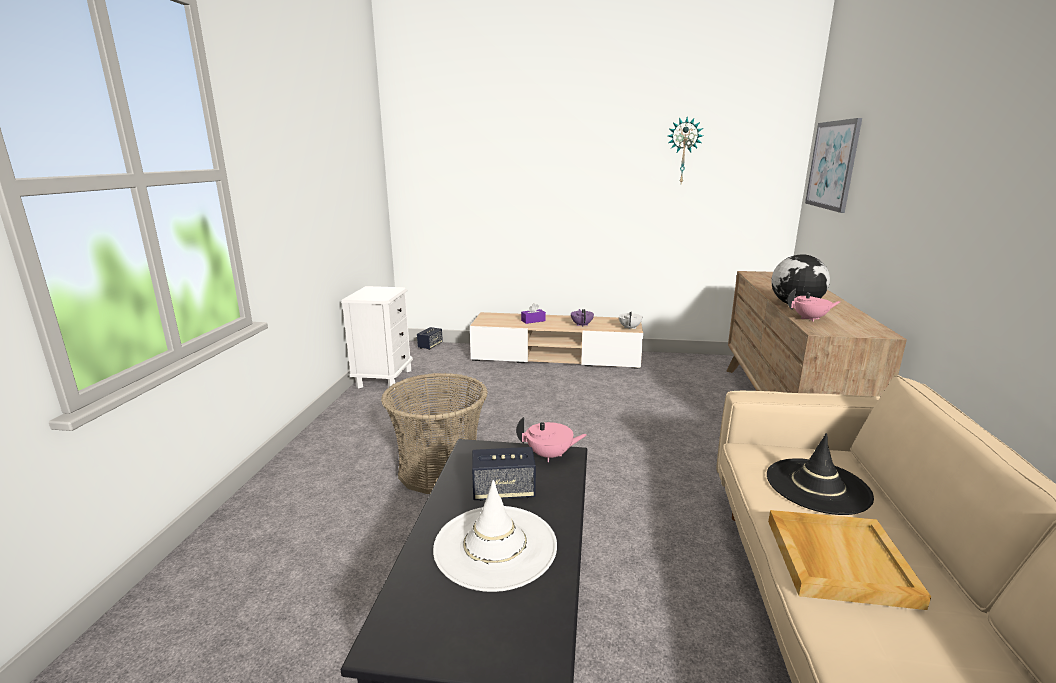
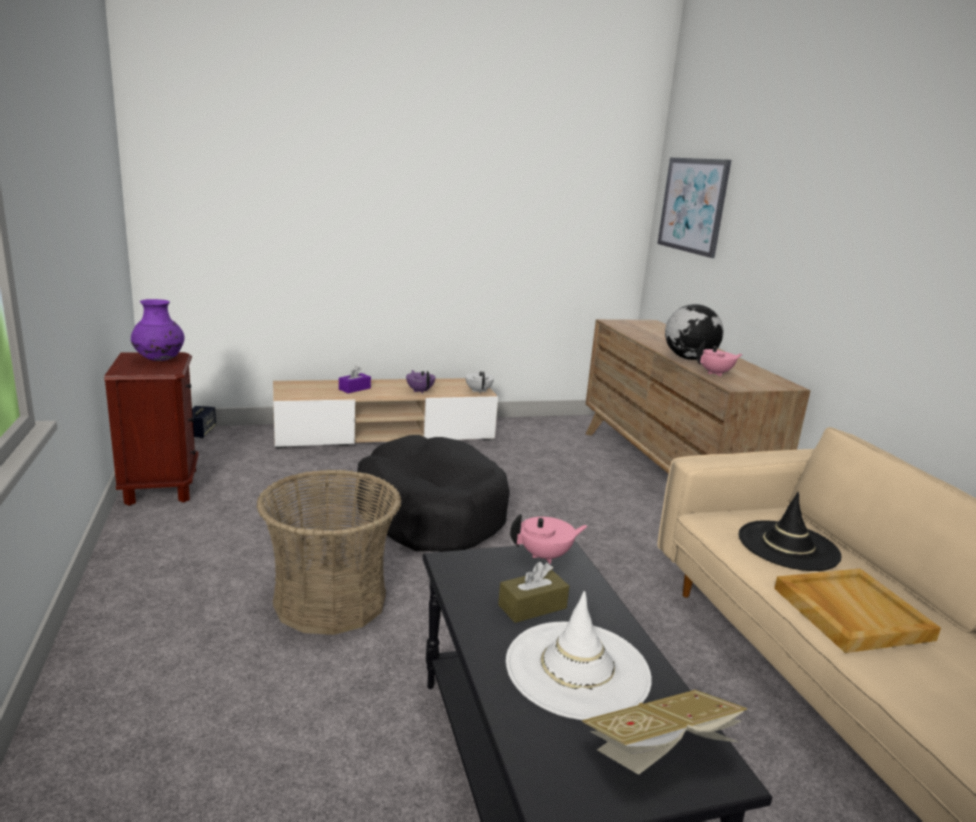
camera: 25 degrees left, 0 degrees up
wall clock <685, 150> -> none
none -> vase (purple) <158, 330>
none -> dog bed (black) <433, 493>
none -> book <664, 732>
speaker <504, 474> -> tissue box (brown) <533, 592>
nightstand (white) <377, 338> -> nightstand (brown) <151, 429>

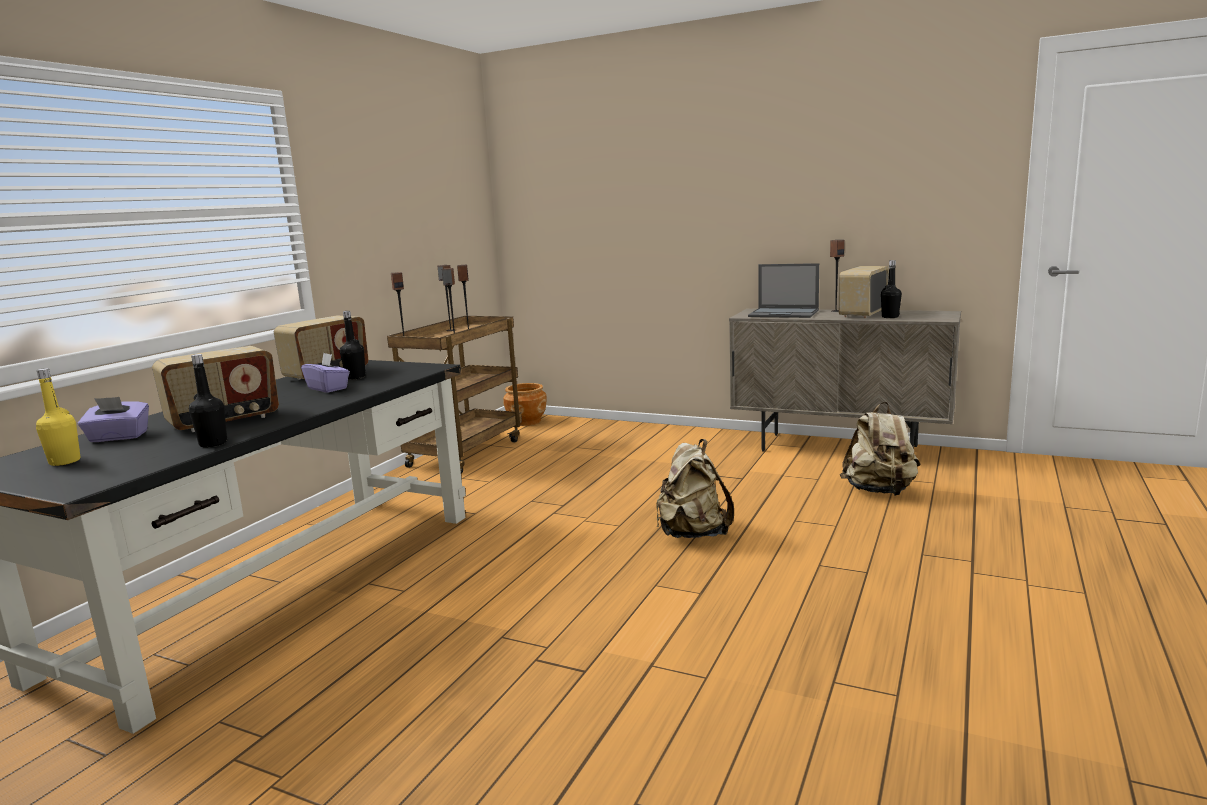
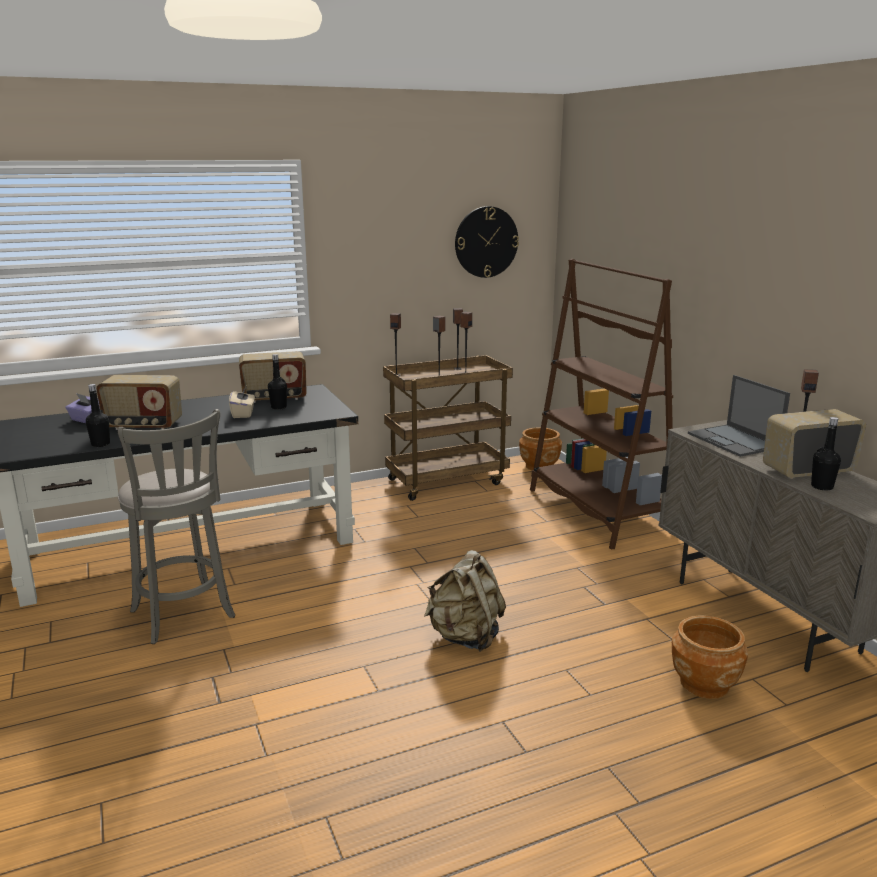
camera: 40 degrees right, 5 degrees up
bottle (yellow) <58, 417> -> none
none -> stool (grey) <176, 526>
none -> wall clock <487, 242>
none -> bookcase (brown) <601, 404>
backpack (beige) <880, 449> -> planter (brown) <710, 657>
tissue box (purple) <325, 373> -> tissue box (beige) <242, 402>

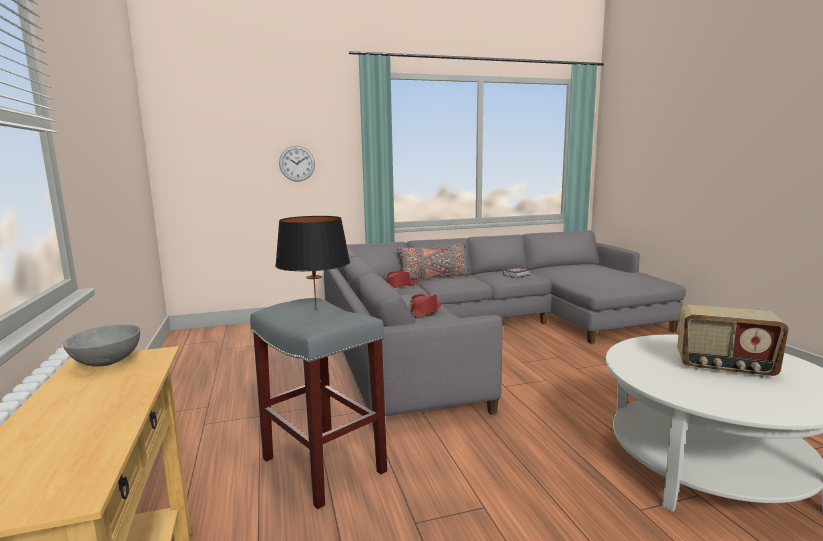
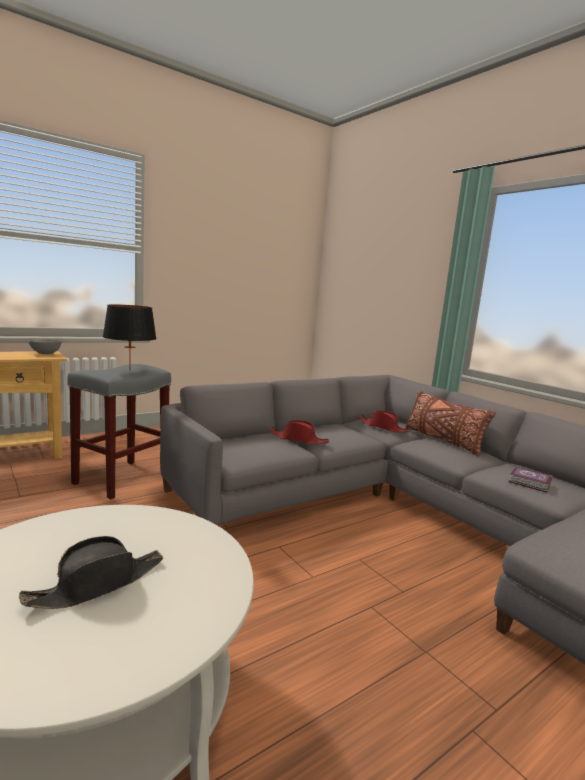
camera: 70 degrees right, 0 degrees up
wall clock <297, 164> -> none
radio <733, 341> -> hat (black) <91, 572>
pillow (grey) <433, 261> -> pillow (brown) <450, 424>

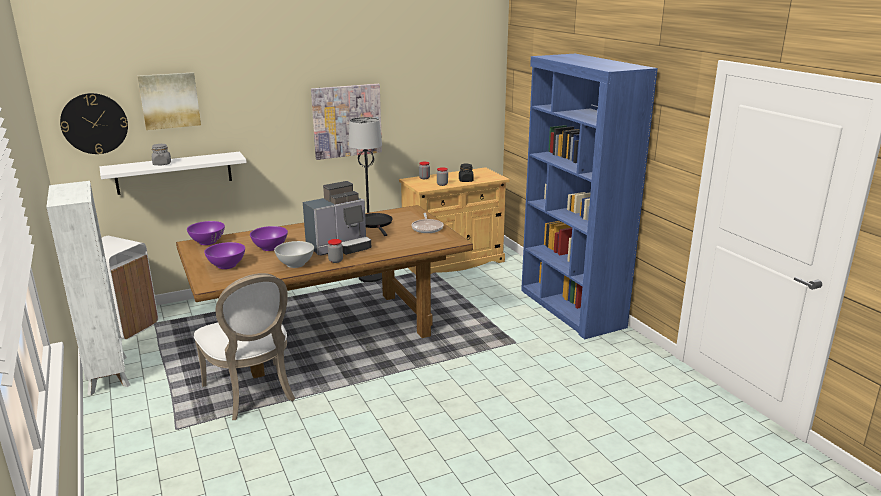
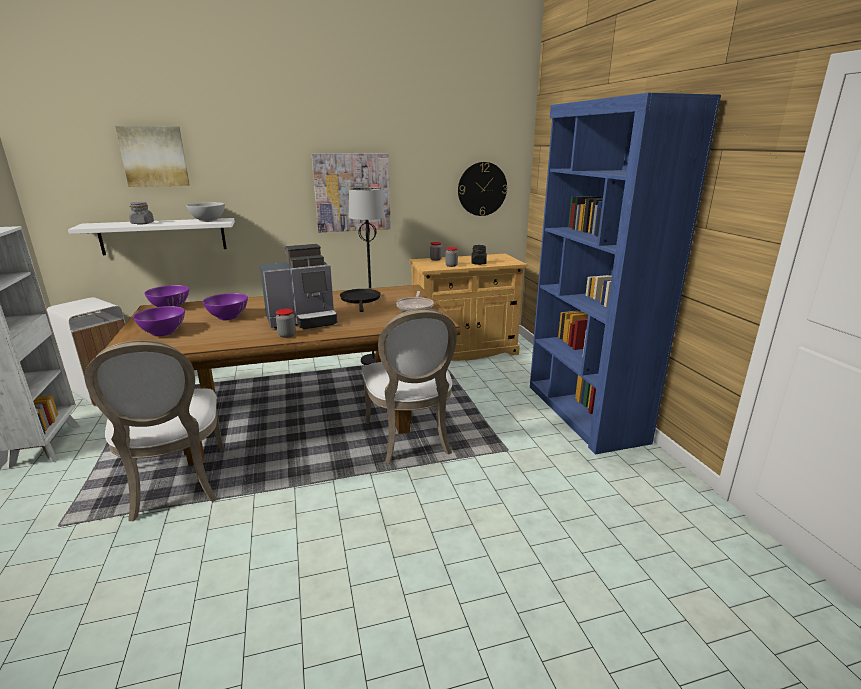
camera: 10 degrees right, 0 degrees up
none -> chair (white) <409, 385>
wall clock <94, 123> -> wall clock <482, 189>, relocated
bowl (white) <294, 254> -> bowl (white) <205, 212>, relocated

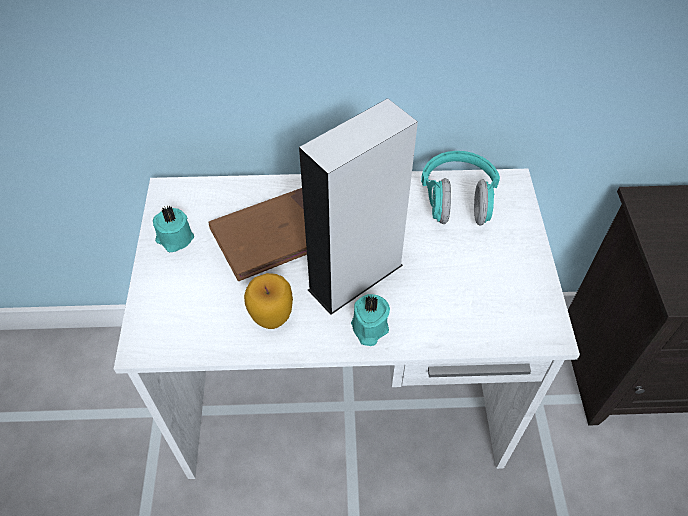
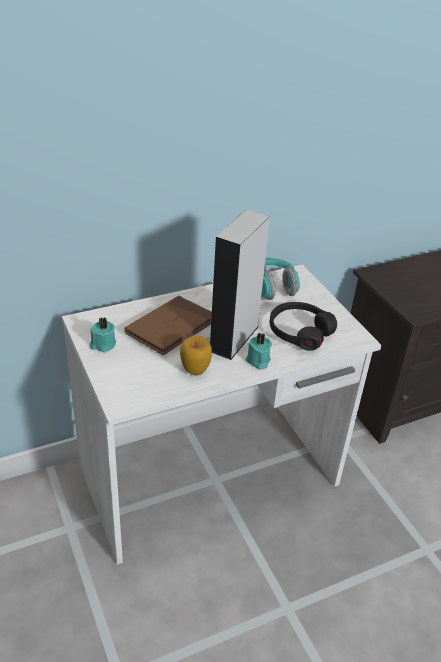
camera: 25 degrees left, 15 degrees down
none -> headphones (black) <303, 326>

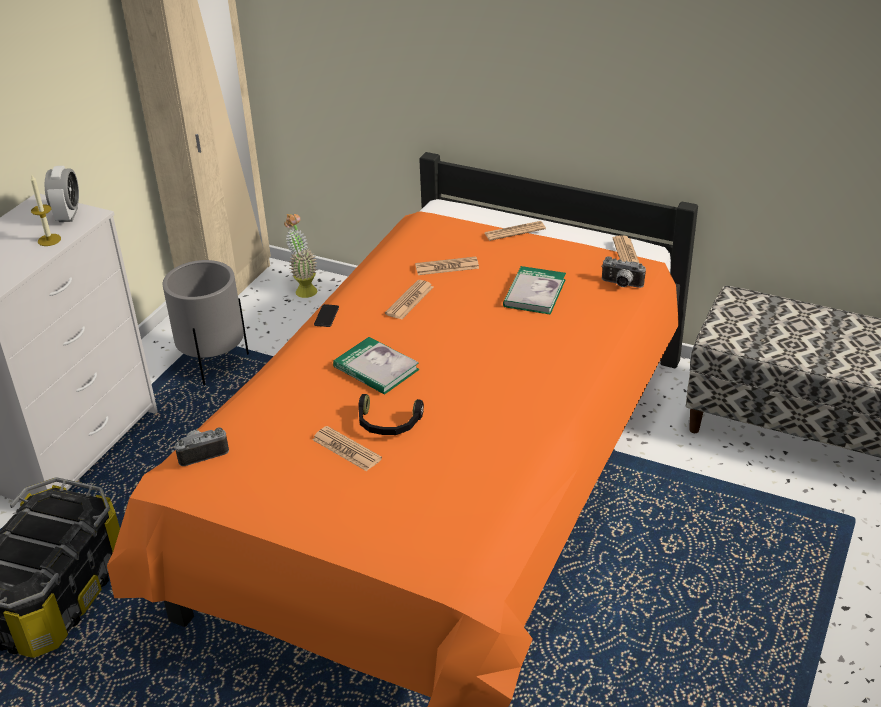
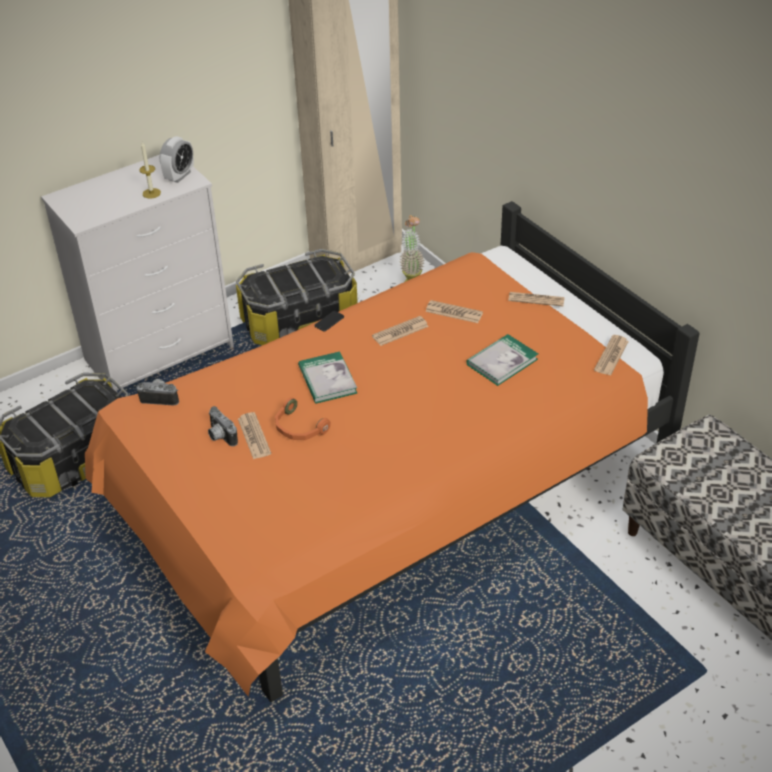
camera: 30 degrees right, 5 degrees up
photo camera <624, 272> -> photo camera <223, 426>, relocated
planter (grey) <206, 322> -> storage box <297, 297>
headphones (black) <391, 414> -> headphones (orange) <303, 418>

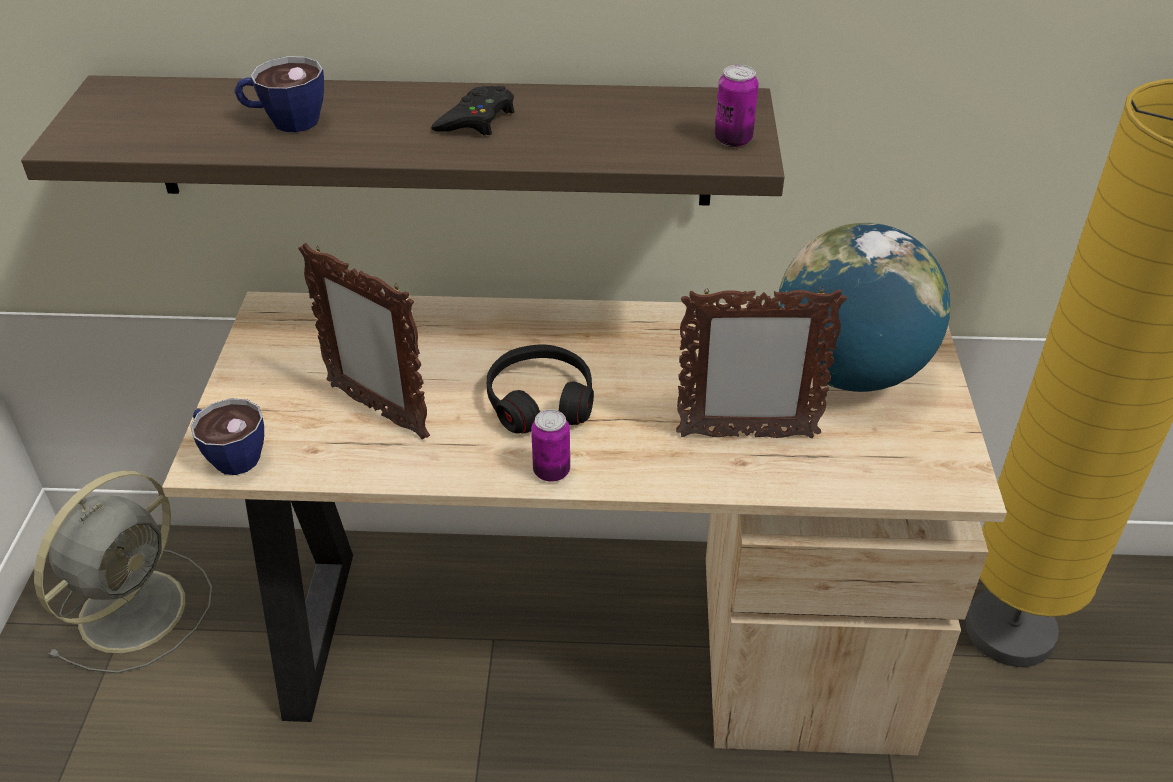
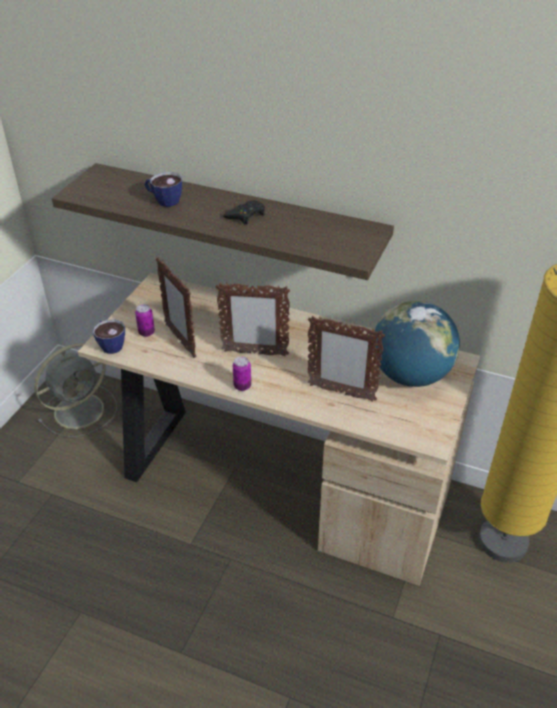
camera: 20 degrees right, 0 degrees up
can <737, 106> -> can <145, 320>, relocated
headphones (black) <540, 389> -> picture frame <253, 319>

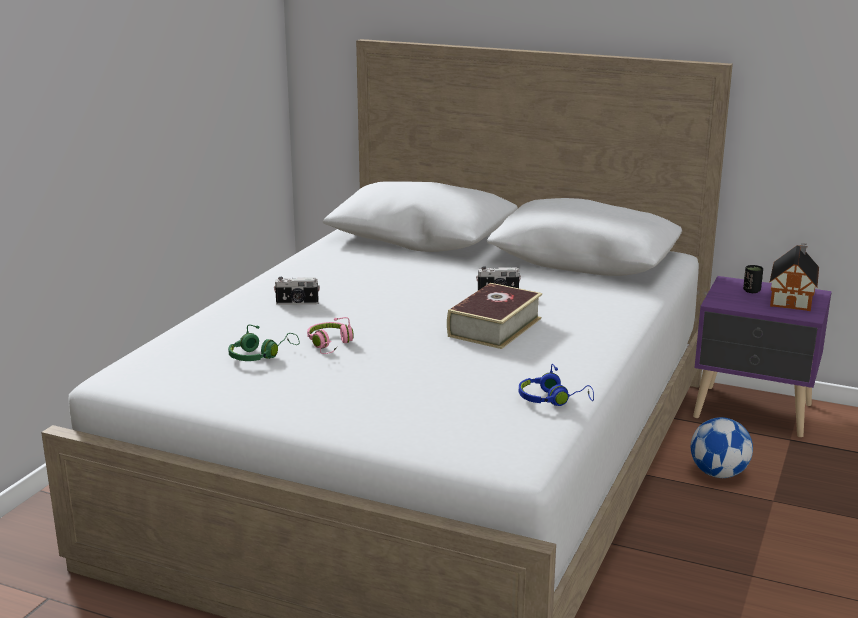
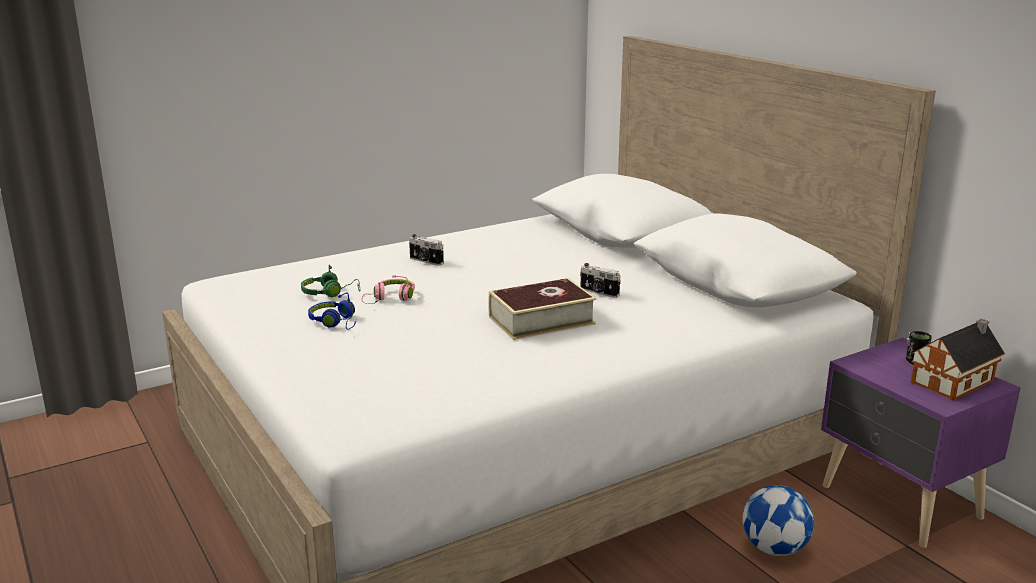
camera: 35 degrees right, 0 degrees up
headphones (blue) <556, 385> -> headphones (blue) <332, 311>, relocated

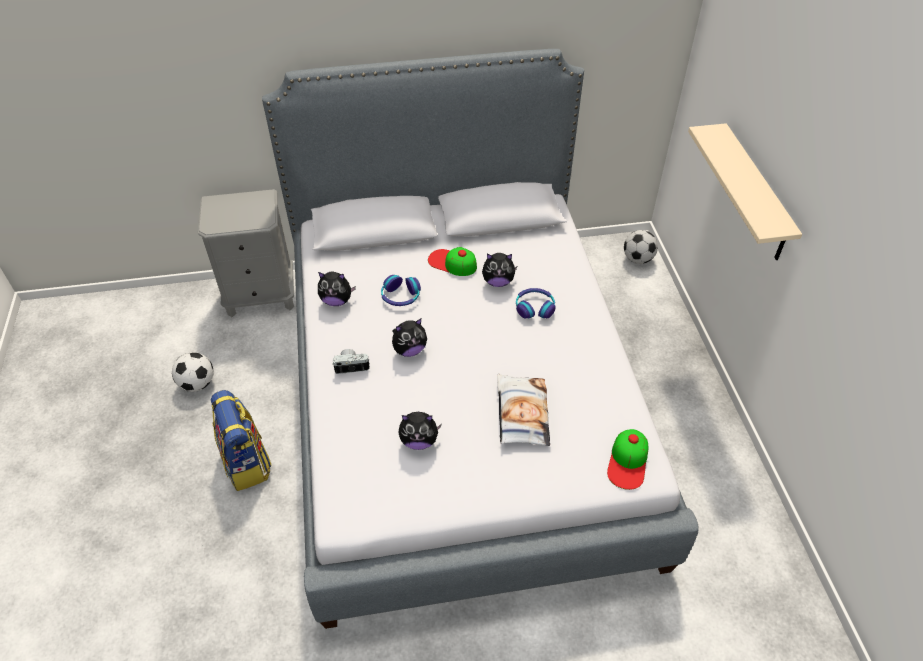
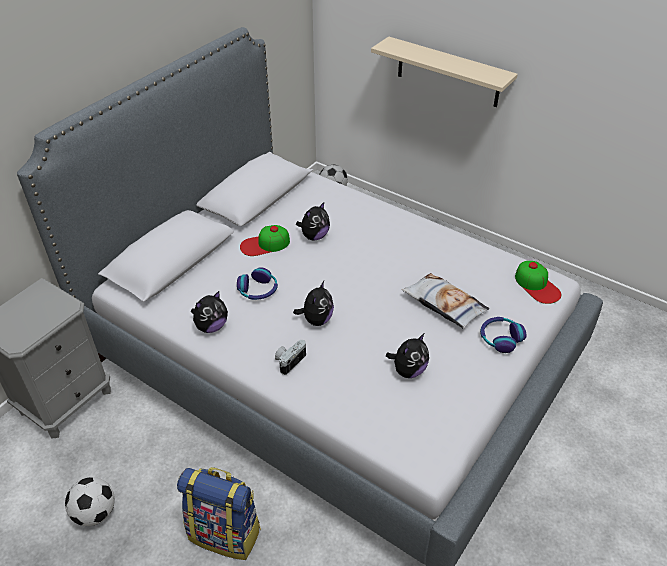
camera: 45 degrees left, 5 degrees down
headphones <536, 303> -> headphones <503, 335>, relocated

